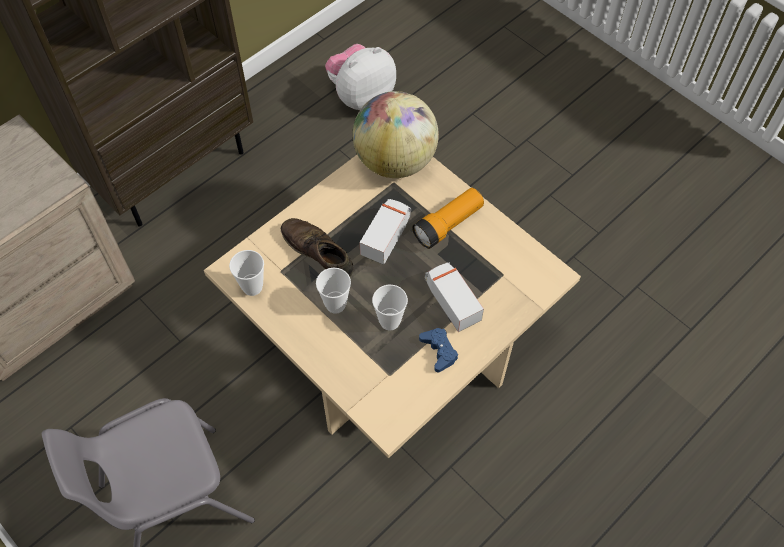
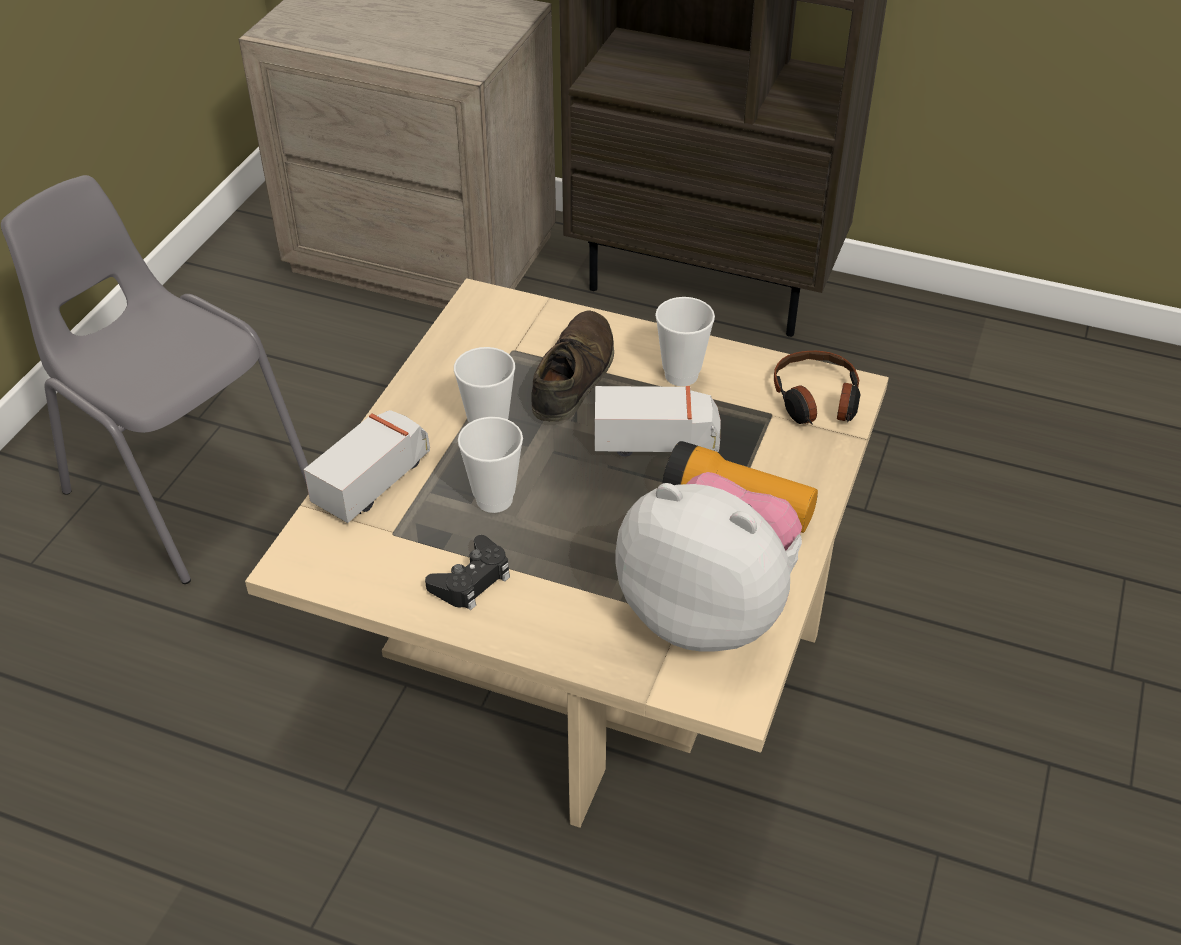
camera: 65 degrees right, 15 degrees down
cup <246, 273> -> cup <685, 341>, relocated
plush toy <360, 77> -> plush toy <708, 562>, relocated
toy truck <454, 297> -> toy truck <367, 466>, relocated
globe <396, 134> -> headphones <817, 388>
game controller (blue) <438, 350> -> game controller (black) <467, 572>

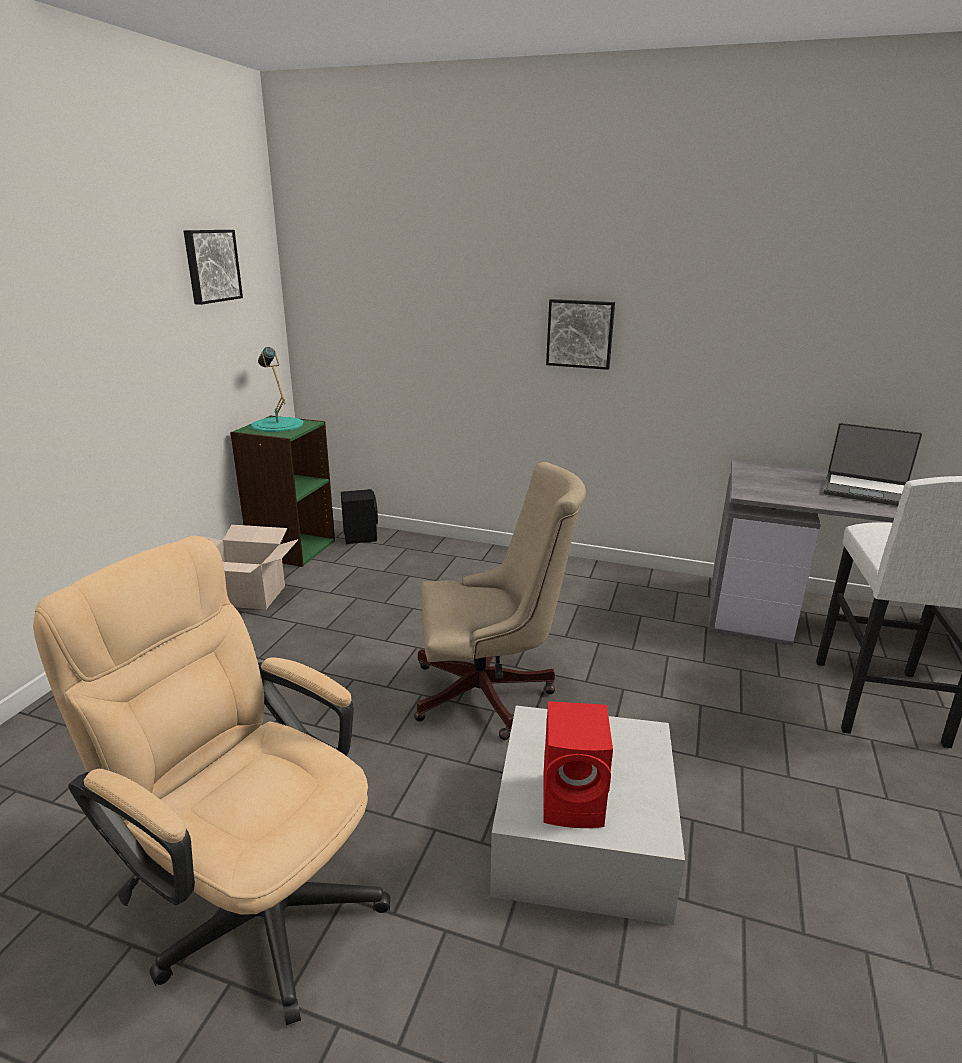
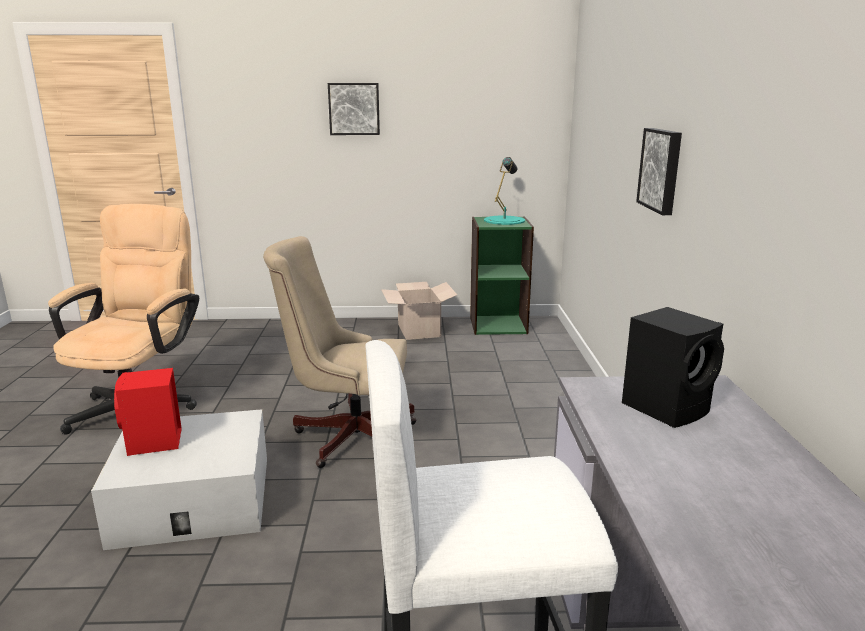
camera: 70 degrees right, 5 degrees down
laptop <873, 464> -> none
picture <213, 267> -> picture <354, 109>, relocated
speaker (black) <359, 516> -> speaker (black) <673, 367>, relocated
office chair (beige) <500, 601> -> office chair (beige) <339, 352>, 120 degrees clockwise

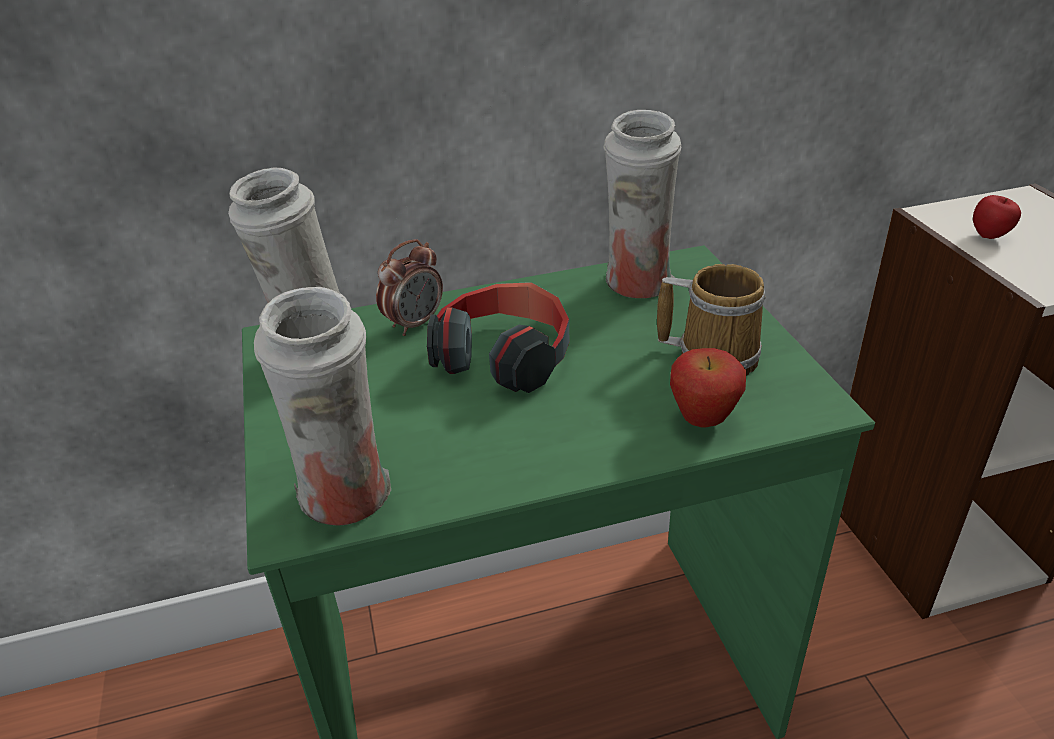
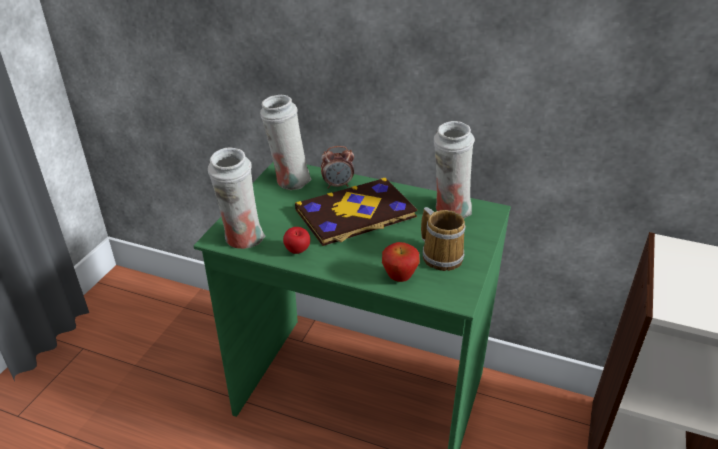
camera: 35 degrees right, 0 degrees up
apple <997, 217> -> apple <296, 240>, relocated
headphones <498, 337> -> book <356, 212>

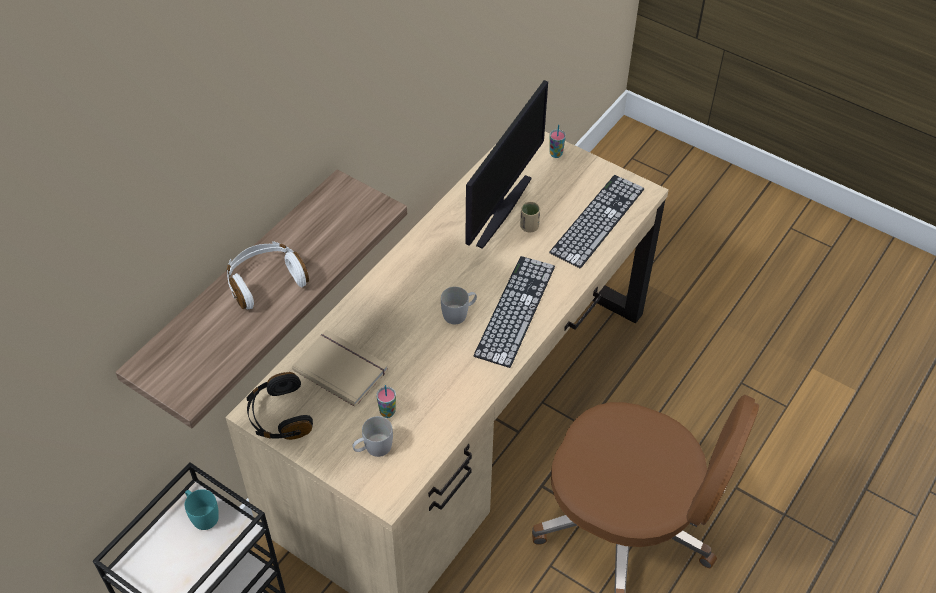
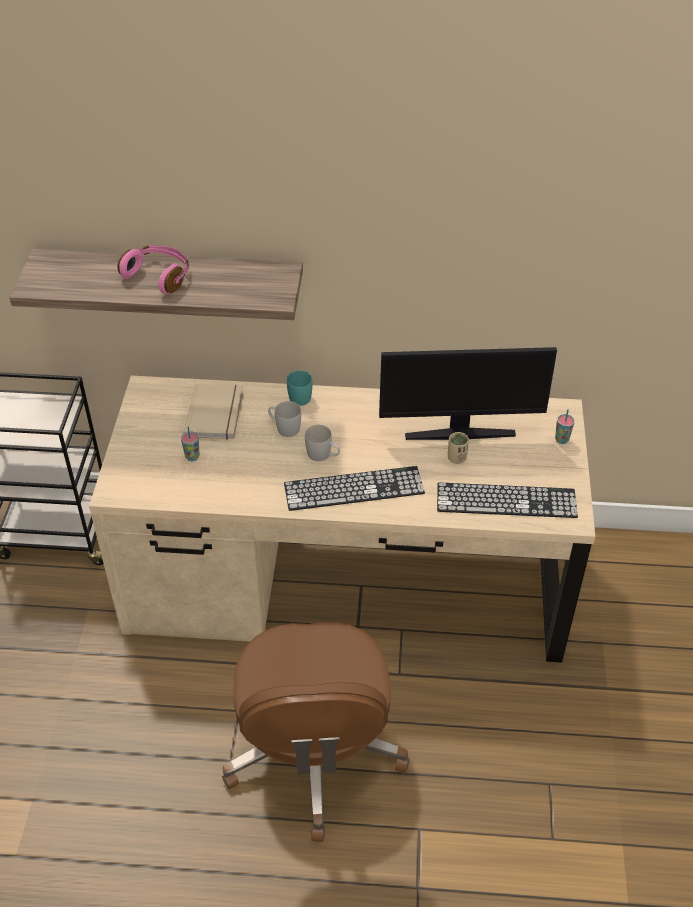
camera: 60 degrees right, 5 degrees down
headphones (black) <280, 406> -> none
mug (turquoise) <202, 509> -> mug (turquoise) <299, 388>, relocated
mug (white) <372, 436> -> mug (white) <284, 419>, relocated
headphones (white) <268, 275> -> headphones (pink) <153, 269>

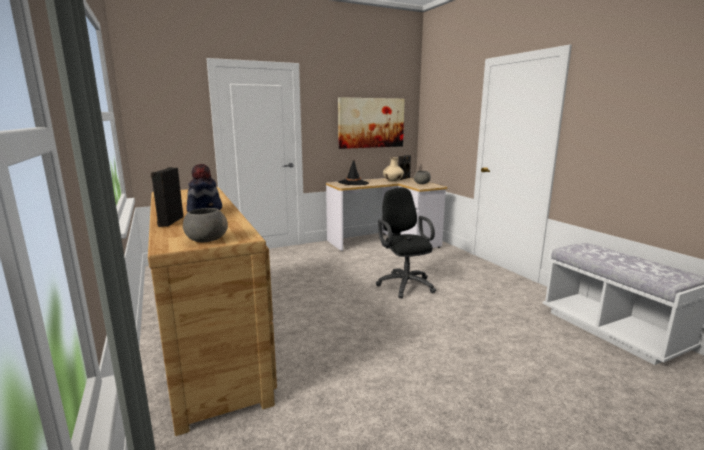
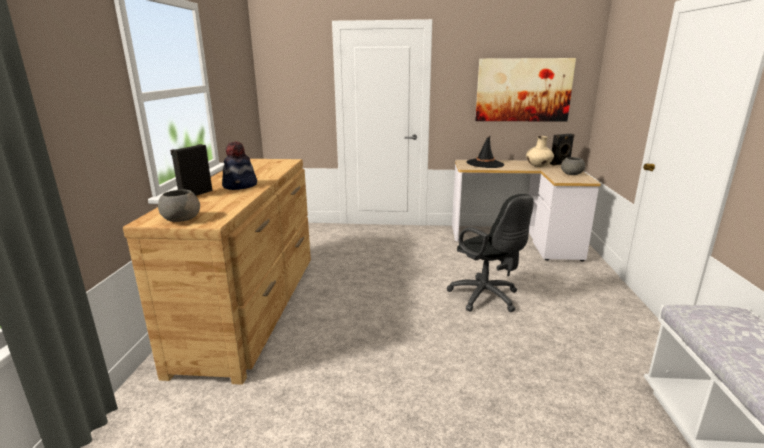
camera: 30 degrees right, 5 degrees up
office chair (black) <406, 242> -> office chair (black) <490, 253>, 135 degrees clockwise

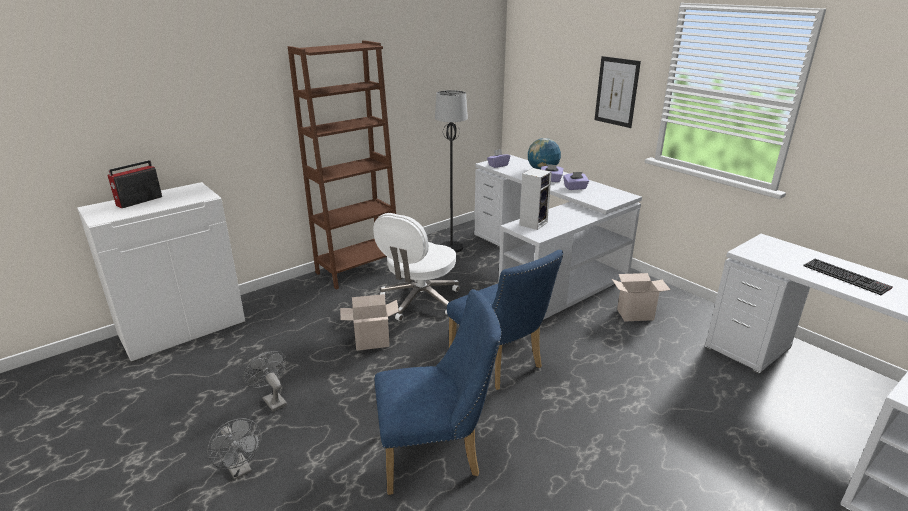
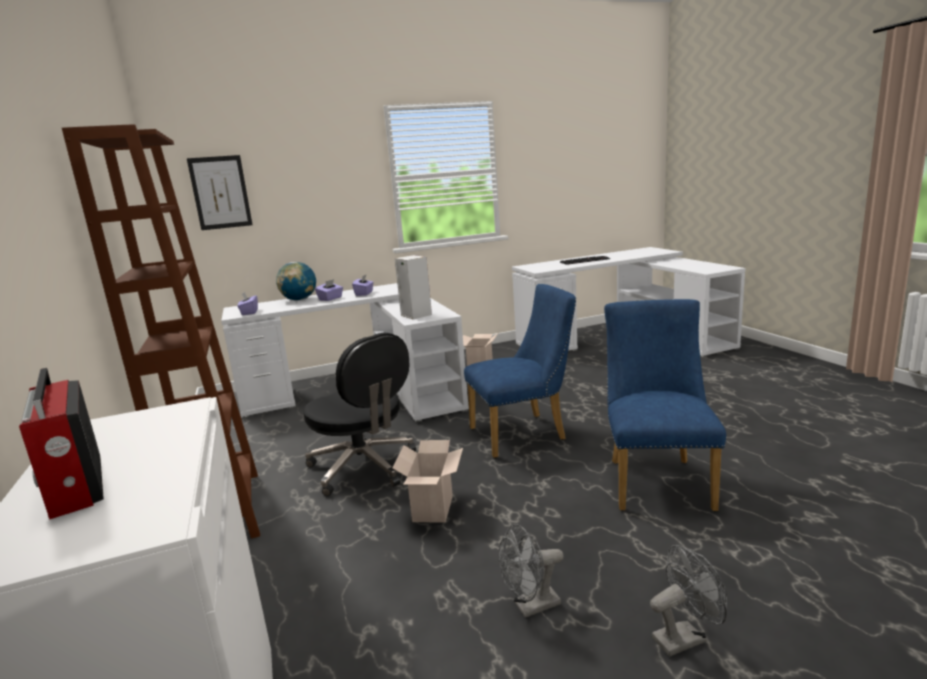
camera: 70 degrees left, 10 degrees down
floor lamp (black) <451, 171> -> none
picture <617, 92> -> picture <220, 192>, relocated
office chair (white) <416, 267> -> office chair (black) <359, 414>

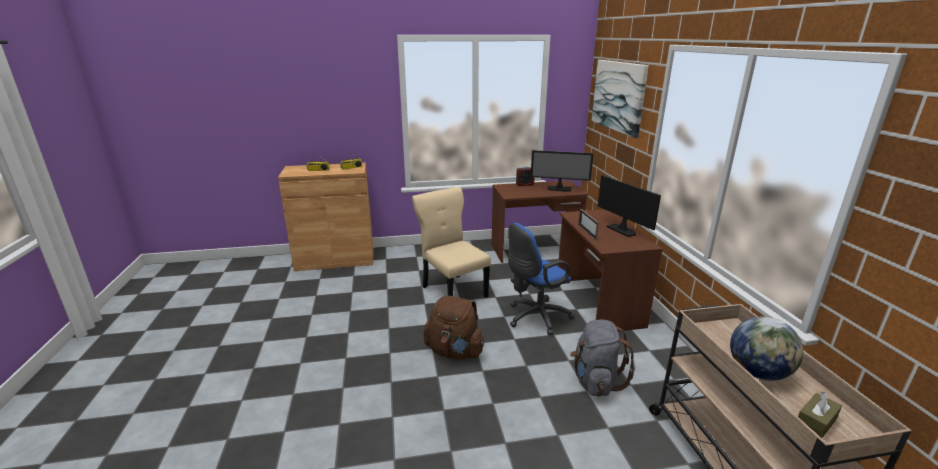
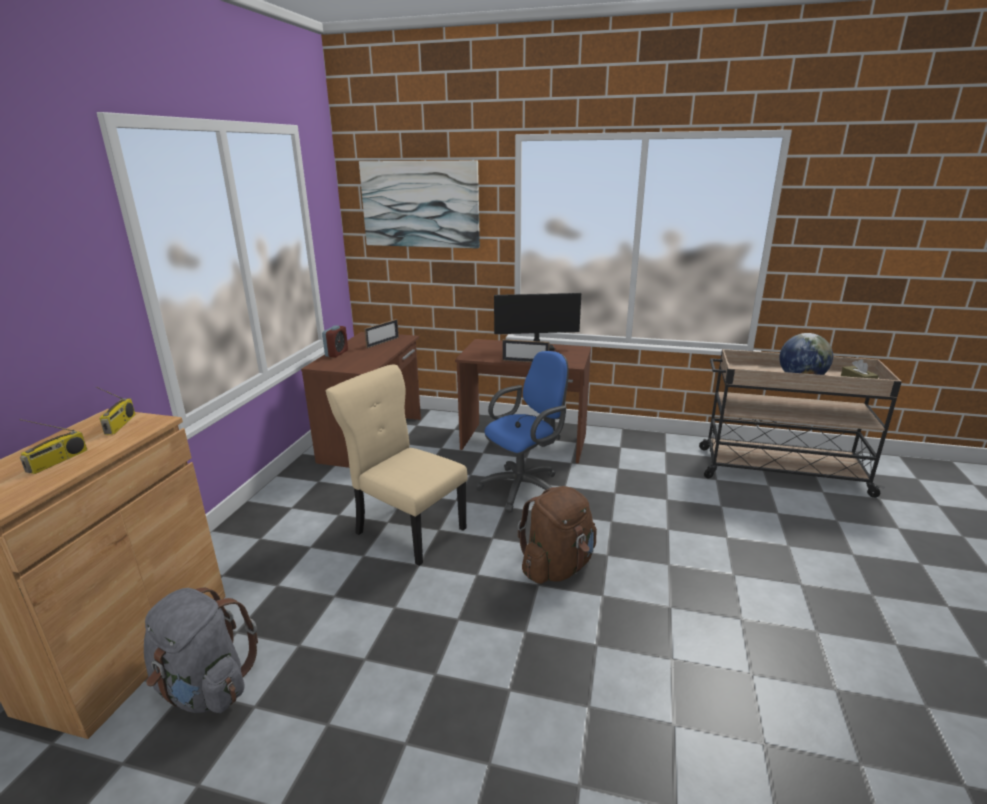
camera: 65 degrees left, 0 degrees up
backpack (grey) <602, 358> -> backpack (grey) <201, 650>, relocated
monitor <562, 170> -> picture frame <381, 333>
chair (beige) <451, 242> -> chair (beige) <397, 465>, 45 degrees clockwise
office chair (blue) <541, 279> -> office chair (blue) <522, 432>, 120 degrees counterclockwise

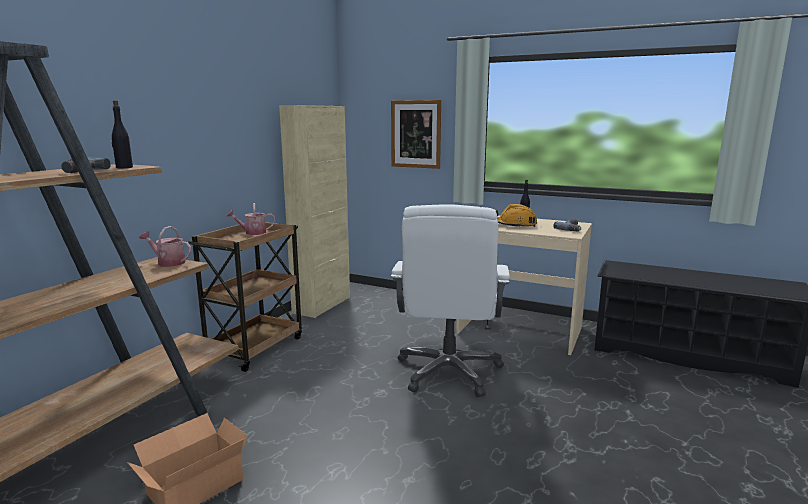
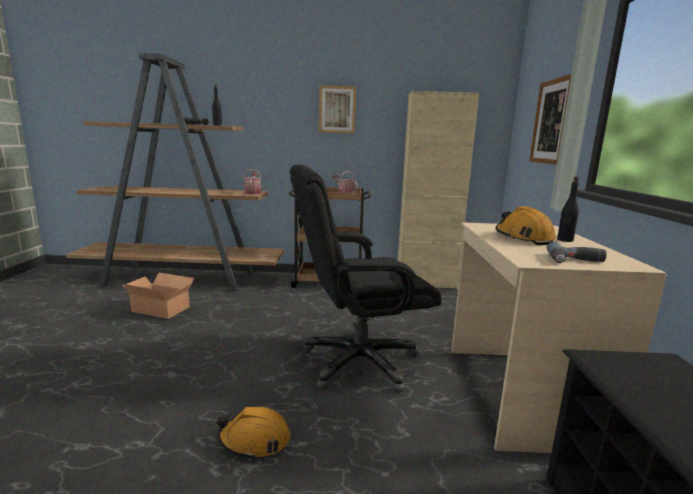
camera: 65 degrees right, 0 degrees up
none -> hard hat (orange) <253, 433>
none -> picture <337, 109>
office chair (white) <450, 300> -> office chair (black) <366, 278>

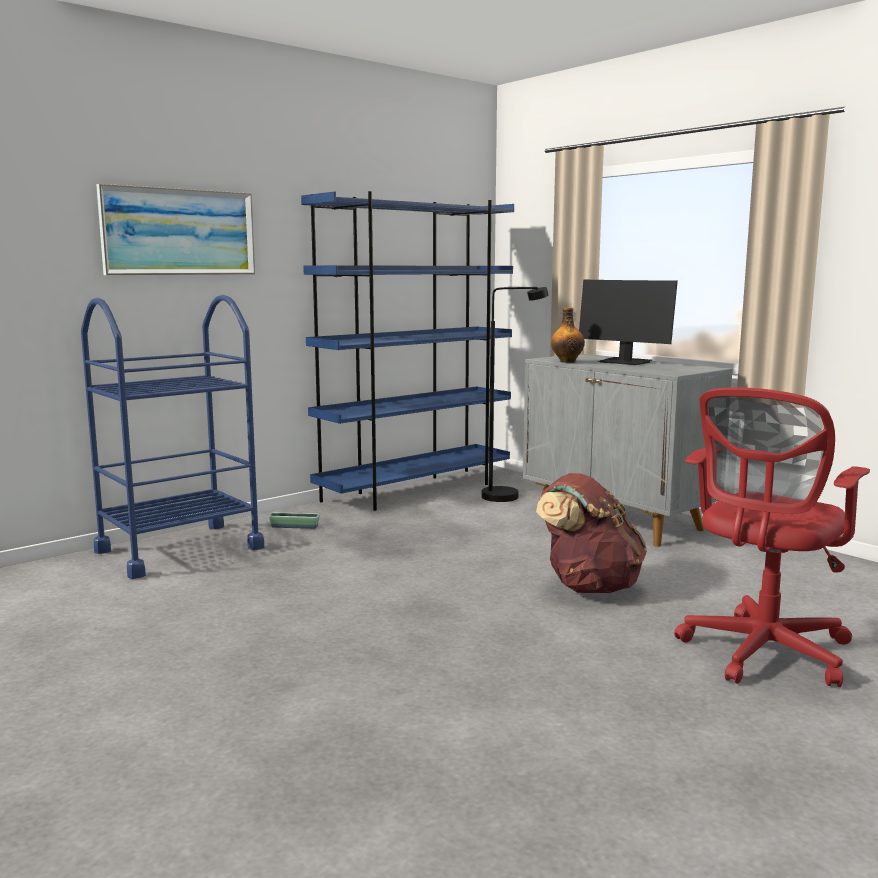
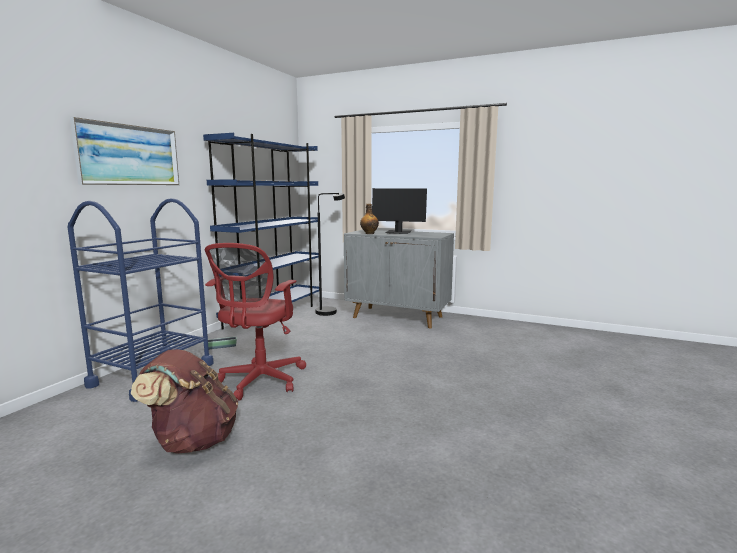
camera: 25 degrees left, 0 degrees up
backpack (brown) <591, 533> -> backpack (brown) <184, 401>, relocated
office chair (red) <772, 537> -> office chair (red) <255, 322>, relocated

